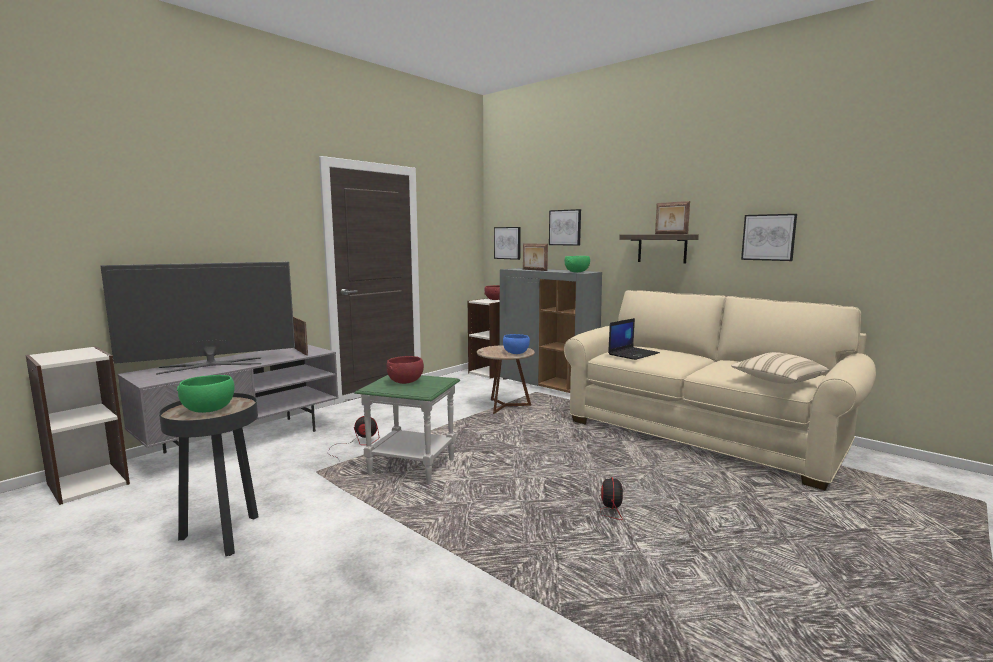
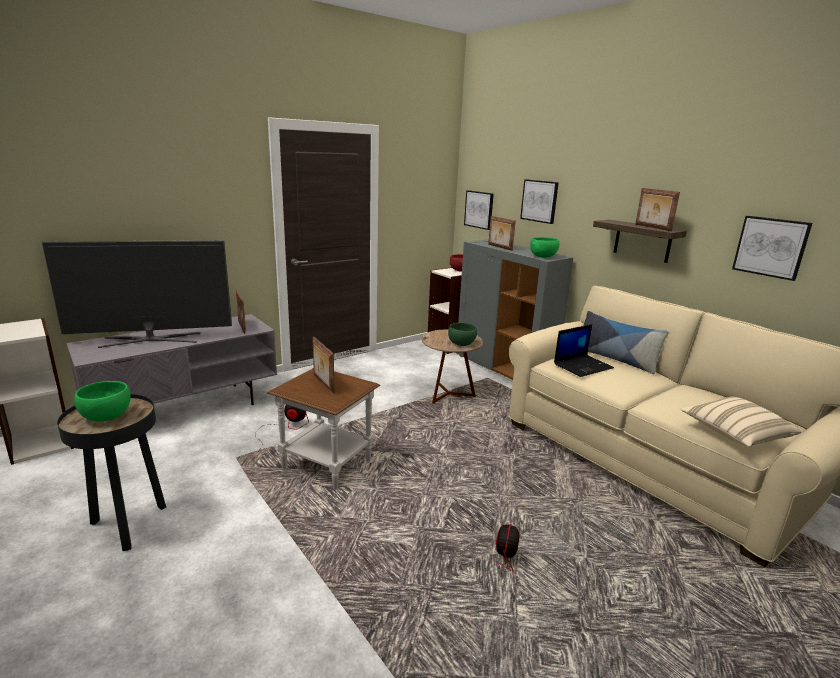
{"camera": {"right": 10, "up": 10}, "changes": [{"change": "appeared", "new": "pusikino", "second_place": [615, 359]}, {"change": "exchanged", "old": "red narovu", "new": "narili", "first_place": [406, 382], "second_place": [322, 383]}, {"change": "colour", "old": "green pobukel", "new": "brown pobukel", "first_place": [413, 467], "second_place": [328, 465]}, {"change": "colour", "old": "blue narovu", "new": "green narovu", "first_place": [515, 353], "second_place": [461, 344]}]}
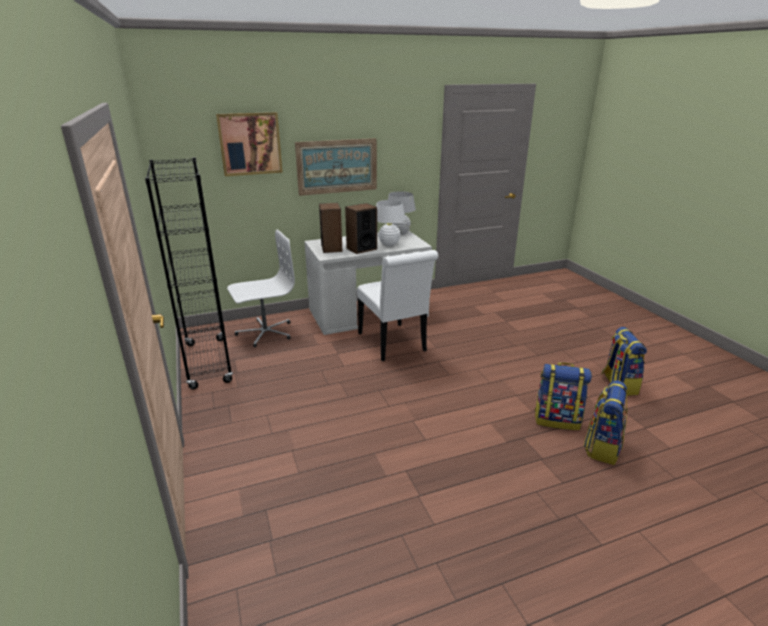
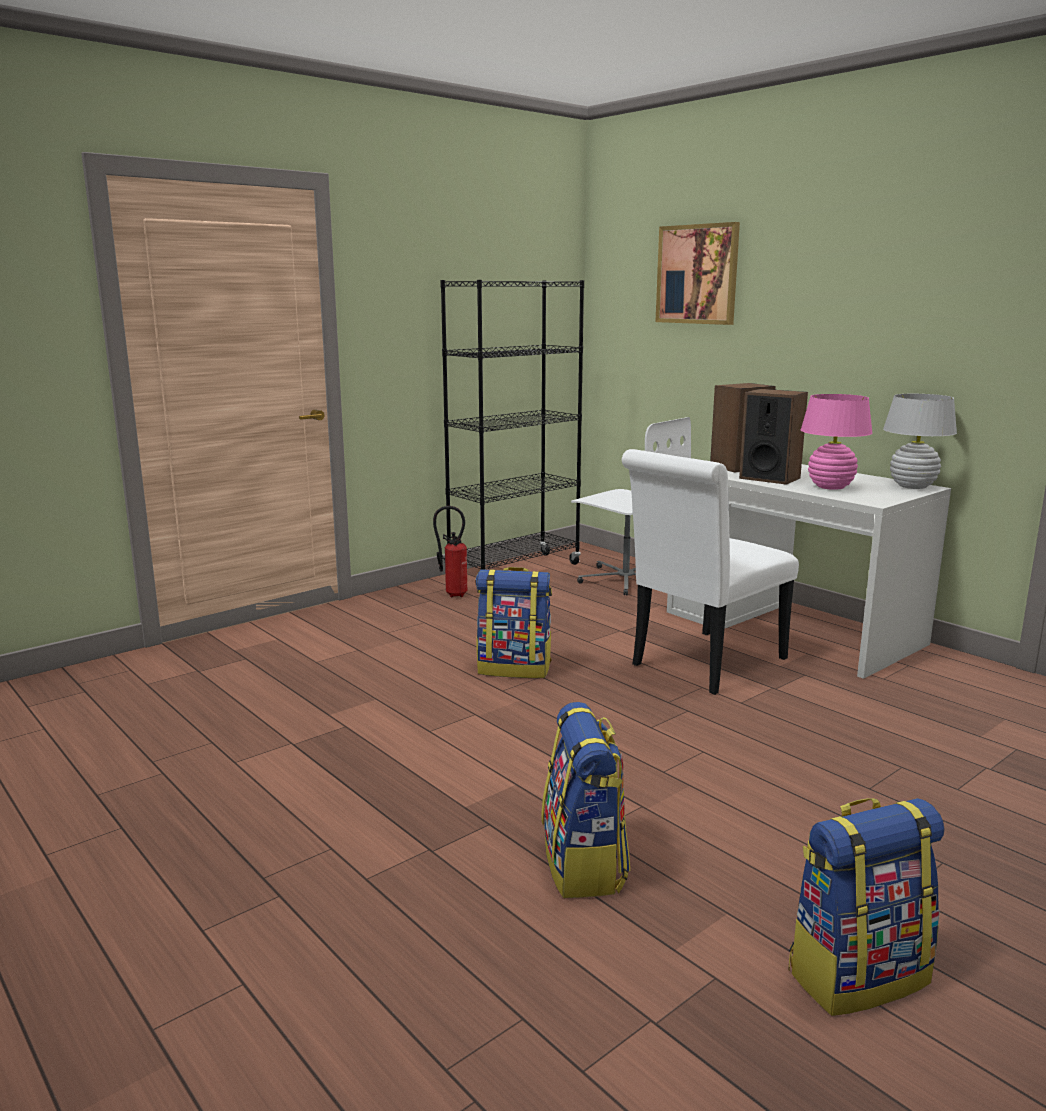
{"camera": {"right": 70, "up": -10}, "changes": [{"change": "missing", "old": "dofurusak", "first_place": [337, 166]}, {"change": "appeared", "new": "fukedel", "second_place": [452, 594]}, {"change": "relocated", "old": "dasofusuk", "first_place": [602, 447], "second_place": [515, 668]}, {"change": "colour", "old": "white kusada", "new": "pink kusada", "first_place": [389, 244], "second_place": [830, 487]}]}
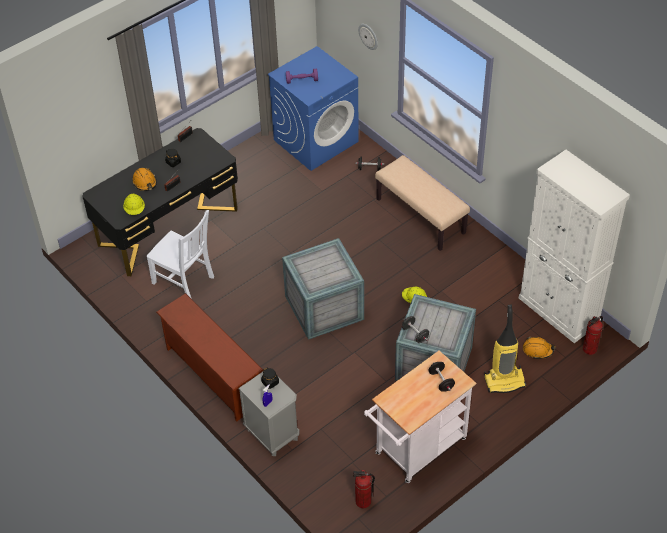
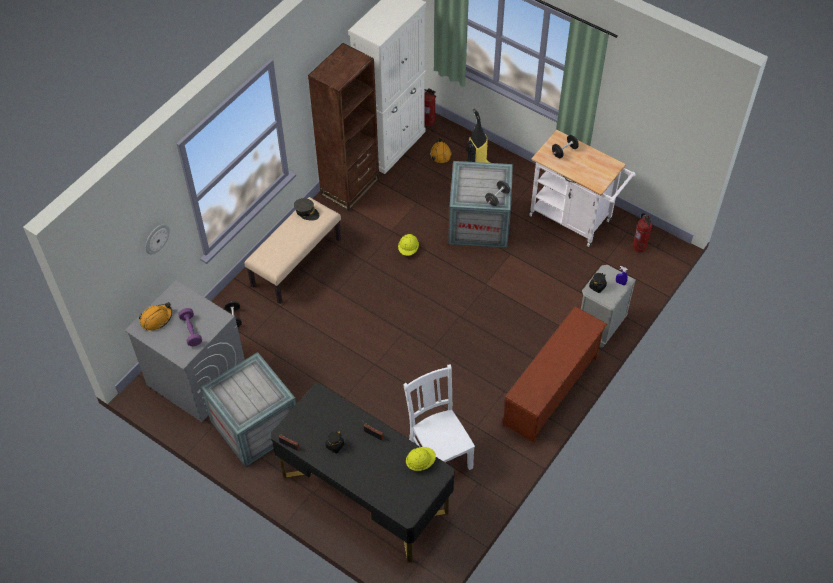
{"camera": {"right": -105, "up": 5}, "changes": [{"change": "appeared", "new": "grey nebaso", "second_place": [306, 212]}, {"change": "appeared", "new": "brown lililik", "second_place": [350, 187]}, {"change": "relocated", "old": "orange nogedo", "first_place": [145, 182], "second_place": [156, 319]}, {"change": "relocated", "old": "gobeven", "first_place": [323, 308], "second_place": [256, 426]}, {"change": "colour", "old": "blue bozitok", "new": "grey bozitok", "first_place": [316, 140], "second_place": [196, 379]}, {"change": "spun", "old": "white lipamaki", "first_place": [184, 281], "second_place": [439, 453], "degrees": -45}]}
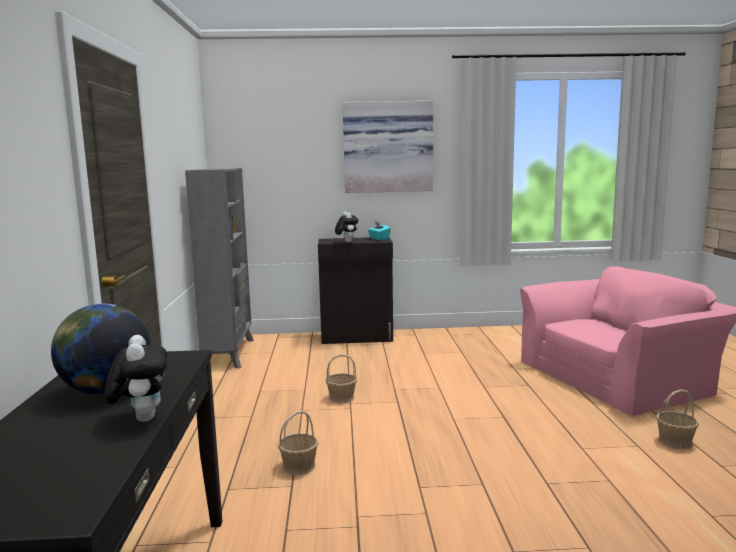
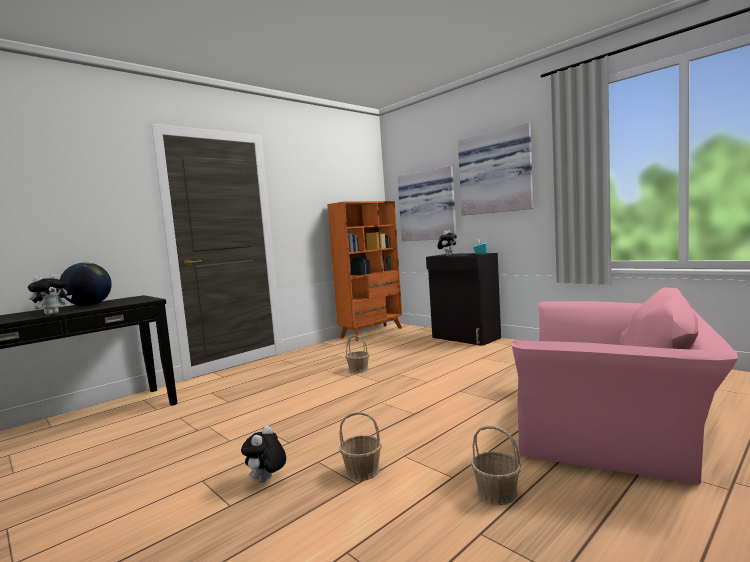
{"camera": {"right": 50, "up": -5}, "changes": [{"change": "appeared", "new": "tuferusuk", "second_place": [266, 481]}, {"change": "appeared", "new": "dofurusak", "second_place": [428, 205]}, {"change": "relocated", "old": "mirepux", "first_place": [299, 466], "second_place": [362, 471]}, {"change": "colour", "old": "grey lililik", "new": "orange lililik", "first_place": [229, 353], "second_place": [372, 332]}]}
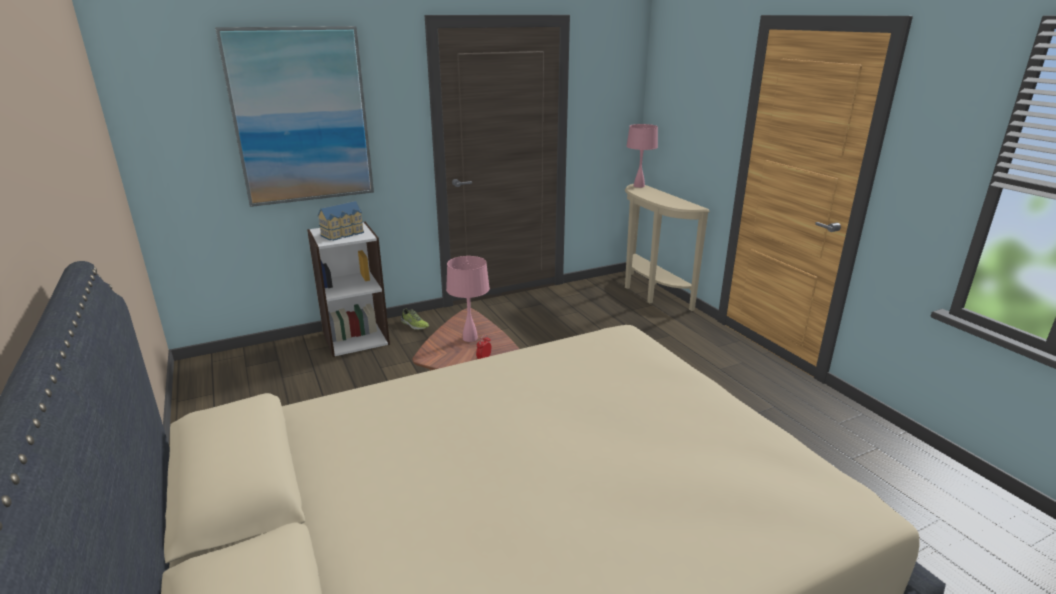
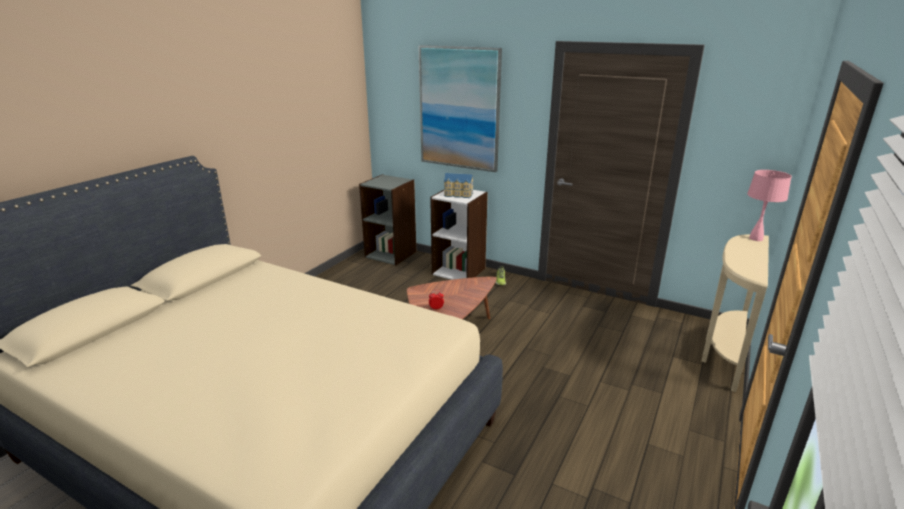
{"camera": {"right": 55, "up": 0}, "changes": [{"change": "missing", "old": "pink kusada", "first_place": [470, 338]}, {"change": "appeared", "new": "grey lililik", "second_place": [391, 254]}]}
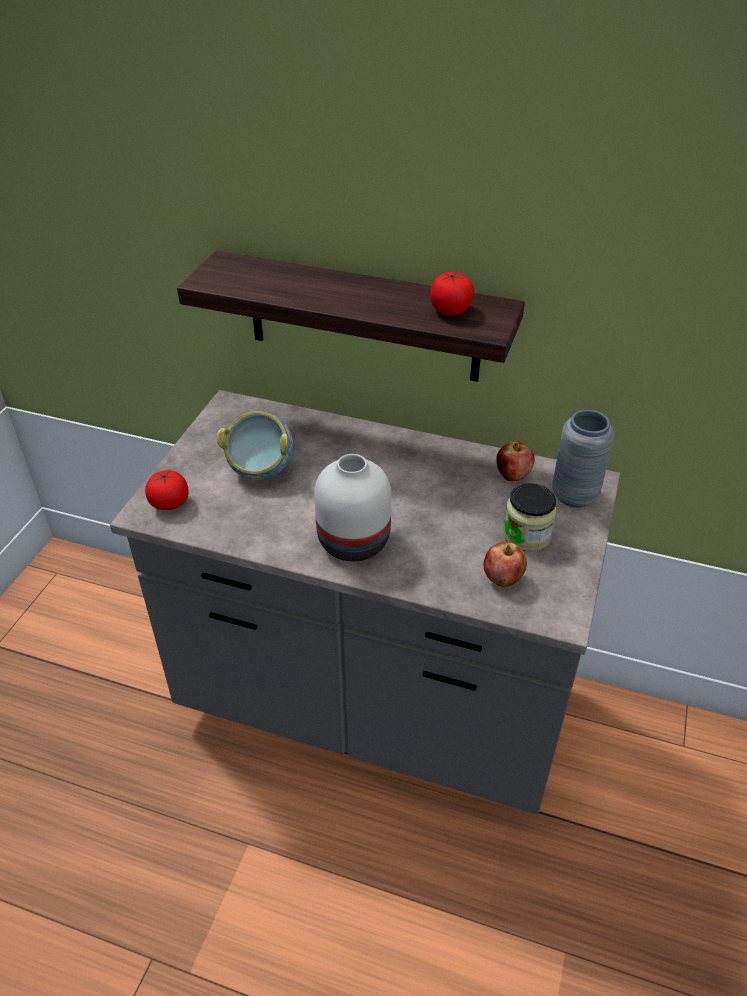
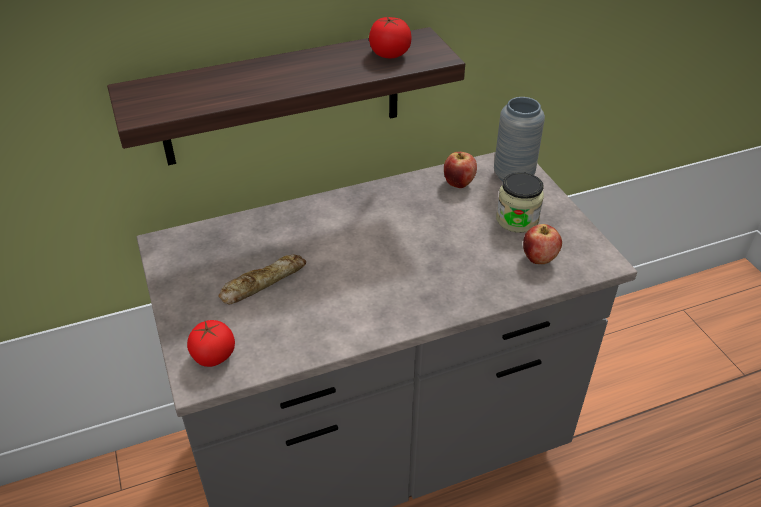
{"camera": {"right": -40, "up": 0}, "changes": [{"change": "missing", "old": "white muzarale", "first_place": [354, 540]}, {"change": "exchanged", "old": "narovu", "new": "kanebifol", "first_place": [260, 470], "second_place": [262, 283]}]}
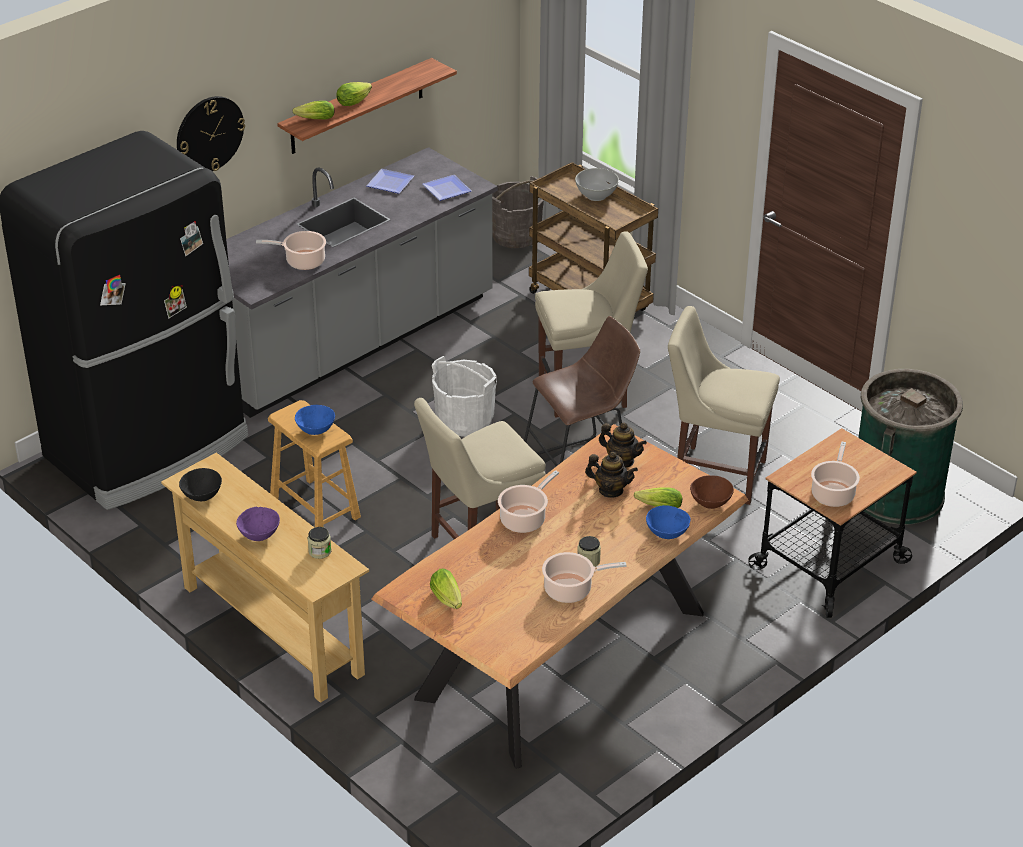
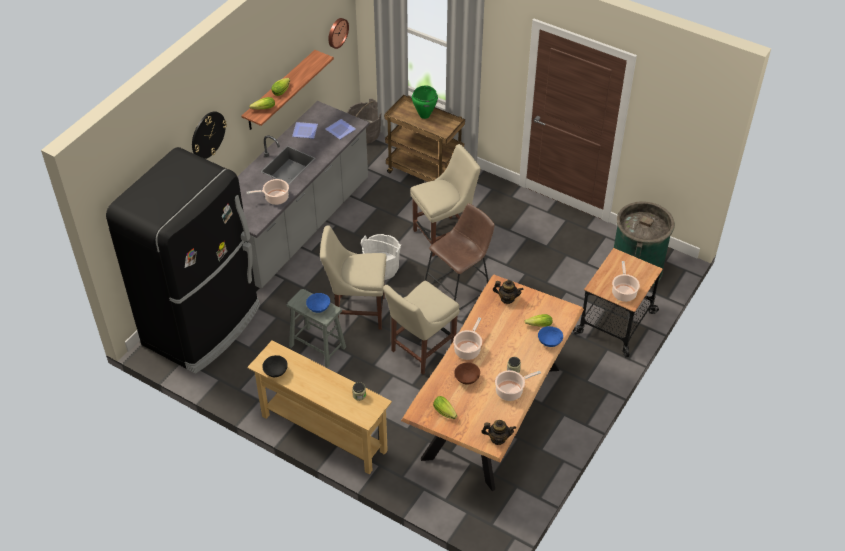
{"camera": {"right": -15, "up": 10}, "changes": [{"change": "missing", "old": "purple narovu", "first_place": [260, 535]}, {"change": "appeared", "new": "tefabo", "second_place": [337, 32]}, {"change": "relocated", "old": "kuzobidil", "first_place": [610, 490], "second_place": [498, 438]}, {"change": "relocated", "old": "beige lipamaki", "first_place": [714, 473], "second_place": [357, 311]}, {"change": "relocated", "old": "brown narovu", "first_place": [710, 503], "second_place": [466, 379]}, {"change": "exchanged", "old": "white narovu", "new": "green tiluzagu", "first_place": [596, 196], "second_place": [424, 115]}, {"change": "colour", "old": "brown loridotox", "new": "grey loridotox", "first_place": [314, 509], "second_place": [317, 347]}]}
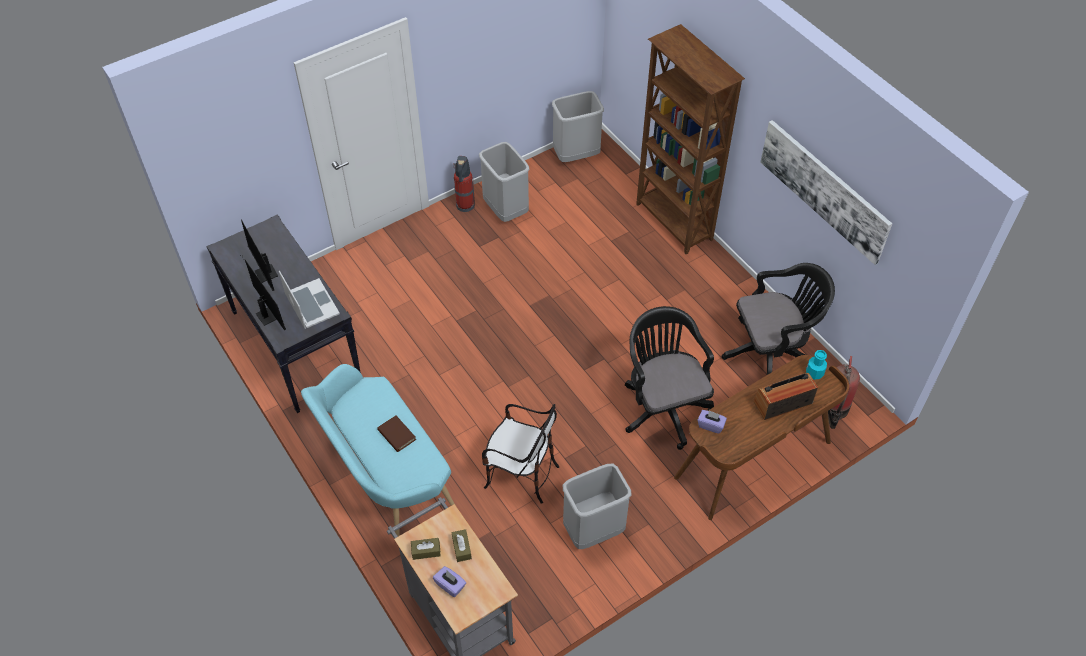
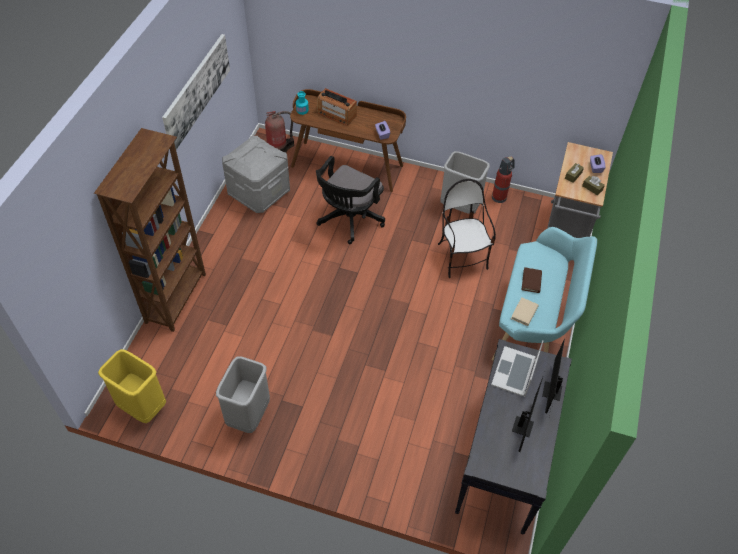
{"camera": {"right": -130, "up": 0}, "changes": [{"change": "appeared", "new": "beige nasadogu", "second_place": [524, 313]}, {"change": "relocated", "old": "fukedel", "first_place": [465, 206], "second_place": [499, 197]}, {"change": "exchanged", "old": "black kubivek", "new": "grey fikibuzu", "first_place": [771, 352], "second_place": [259, 192]}, {"change": "colour", "old": "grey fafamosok", "new": "yellow fafamosok", "first_place": [576, 156], "second_place": [143, 406]}]}
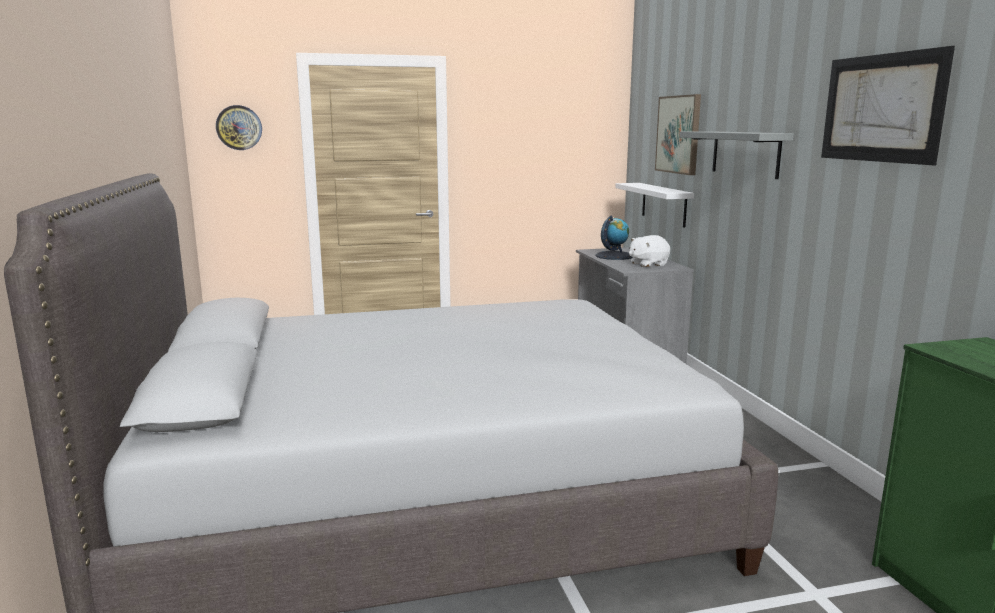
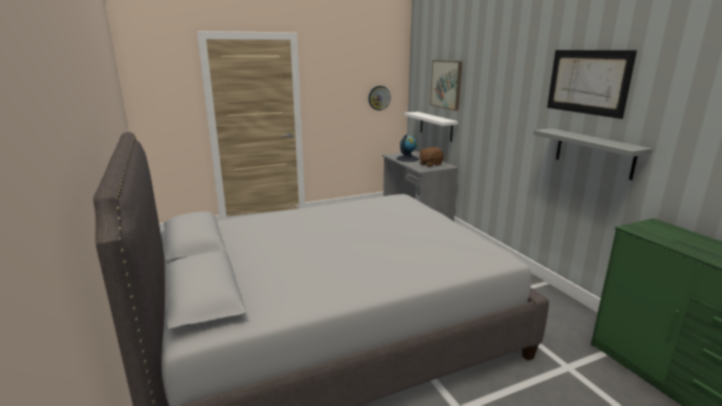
{"camera": {"right": -10, "up": 5}, "changes": [{"change": "relocated", "old": "tefabo", "first_place": [239, 127], "second_place": [379, 98]}, {"change": "relocated", "old": "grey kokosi", "first_place": [745, 153], "second_place": [594, 153]}, {"change": "colour", "old": "white tuferusuk", "new": "brown tuferusuk", "first_place": [647, 264], "second_place": [430, 164]}]}
